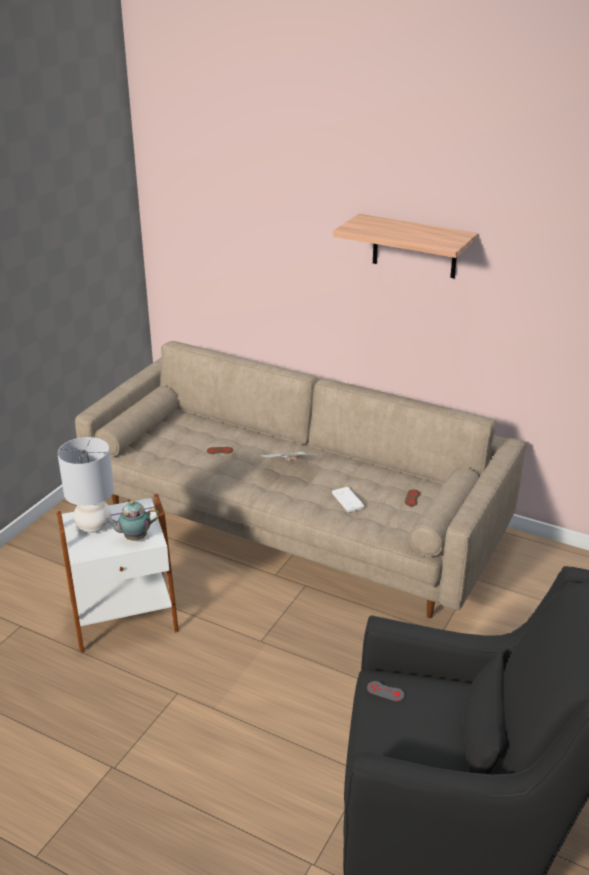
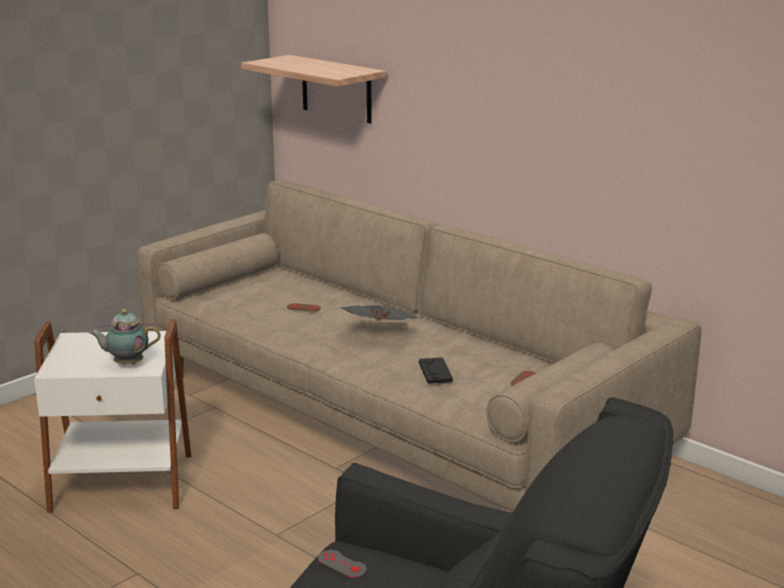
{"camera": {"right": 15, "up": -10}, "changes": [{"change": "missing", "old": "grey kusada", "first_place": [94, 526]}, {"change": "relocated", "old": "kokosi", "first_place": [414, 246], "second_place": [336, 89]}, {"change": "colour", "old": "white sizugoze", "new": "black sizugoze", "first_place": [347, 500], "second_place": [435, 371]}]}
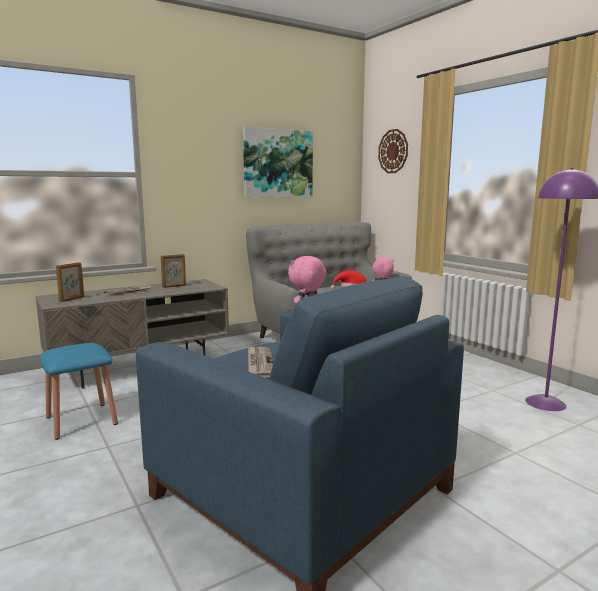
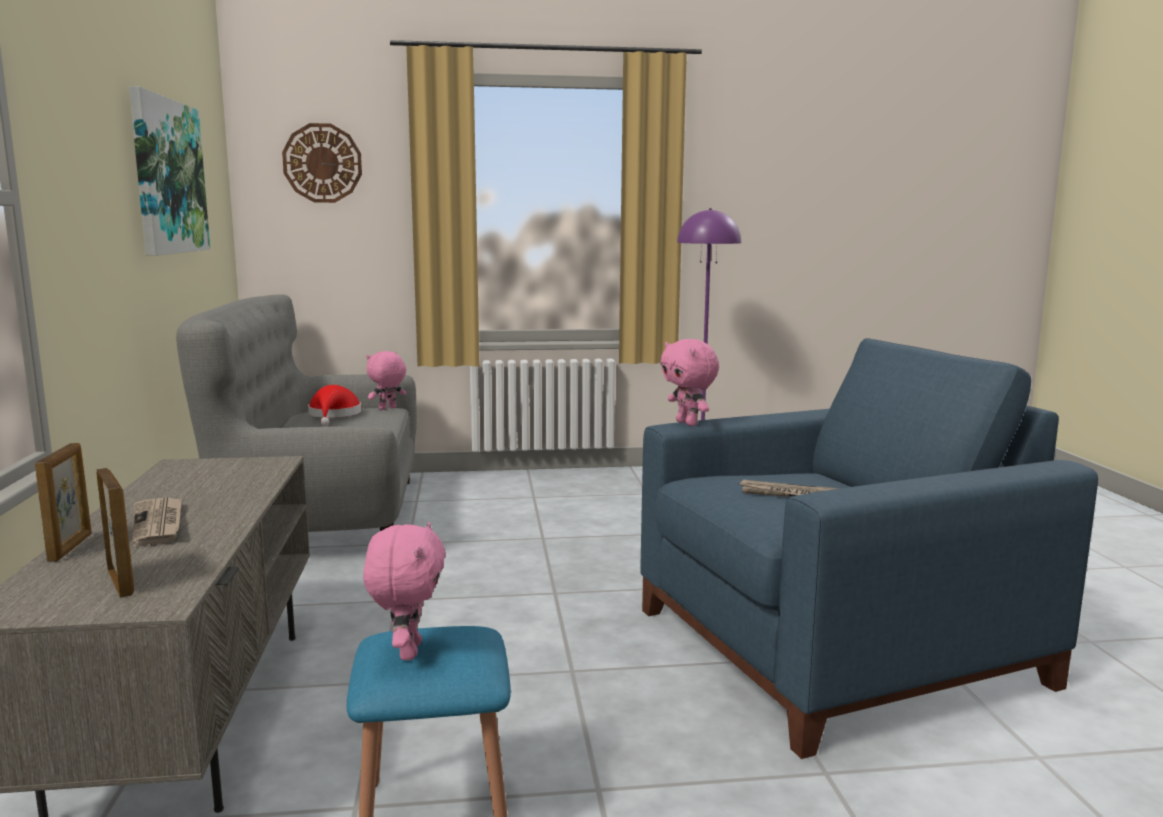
{"camera": {"right": -65, "up": 0}, "changes": [{"change": "appeared", "new": "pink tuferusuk", "second_place": [407, 651]}, {"change": "relocated", "old": "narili", "first_place": [174, 286], "second_place": [71, 547]}]}
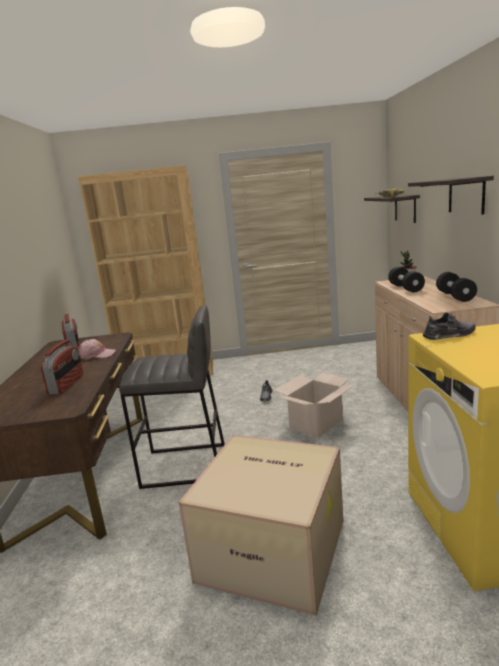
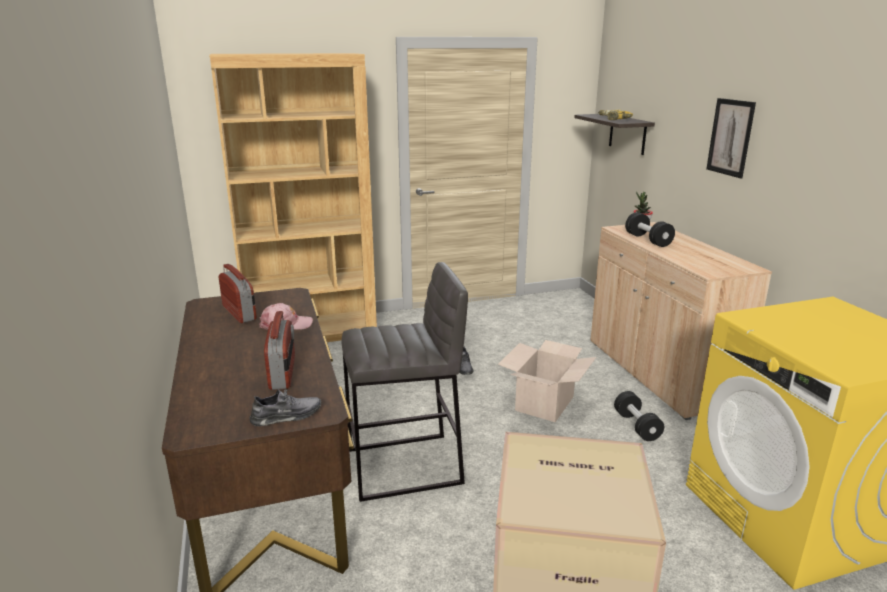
{"camera": {"right": -15, "up": 5}, "changes": [{"change": "relocated", "old": "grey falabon", "first_place": [449, 335], "second_place": [286, 416]}, {"change": "relocated", "old": "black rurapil", "first_place": [455, 296], "second_place": [636, 426]}, {"change": "exchanged", "old": "kokosi", "new": "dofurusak", "first_place": [466, 195], "second_place": [730, 137]}]}
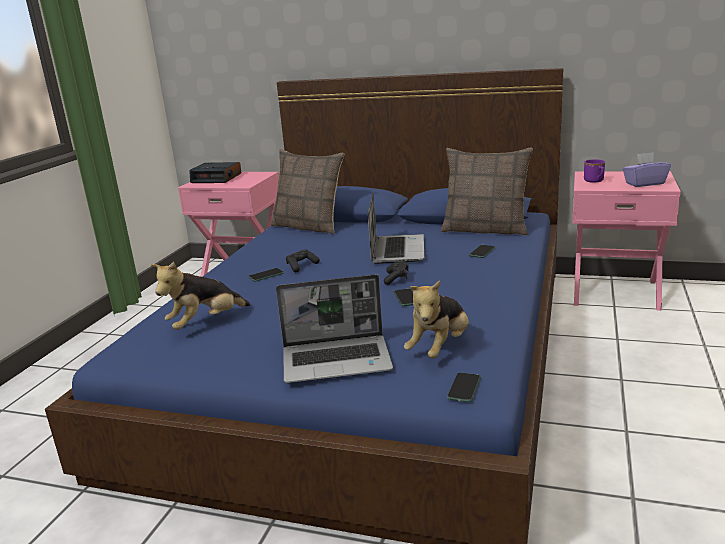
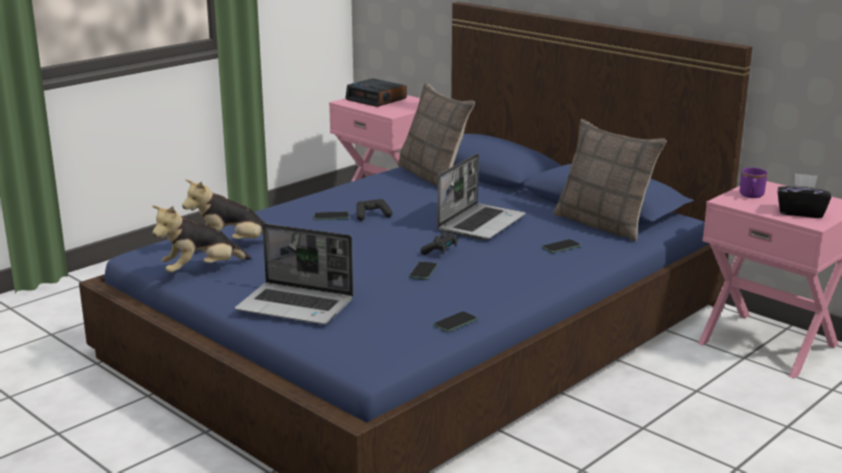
{"camera": {"right": 25, "up": 0}, "changes": [{"change": "relocated", "old": "tuferusuk", "first_place": [440, 348], "second_place": [201, 271]}, {"change": "relocated", "old": "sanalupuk", "first_place": [464, 388], "second_place": [455, 323]}, {"change": "colour", "old": "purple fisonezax", "new": "black fisonezax", "first_place": [644, 183], "second_place": [801, 212]}]}
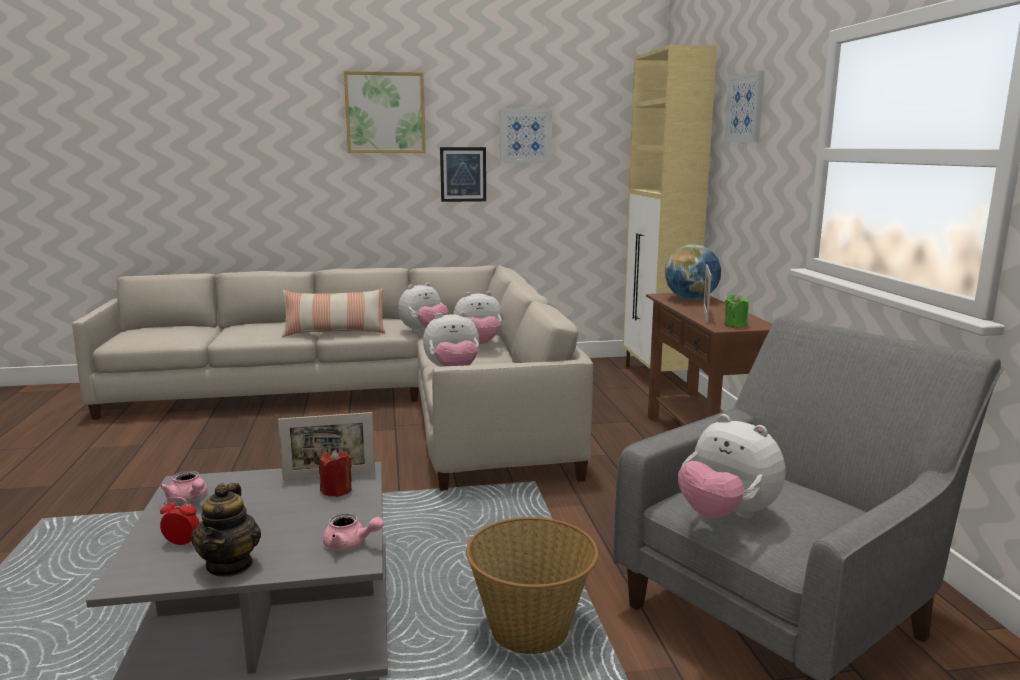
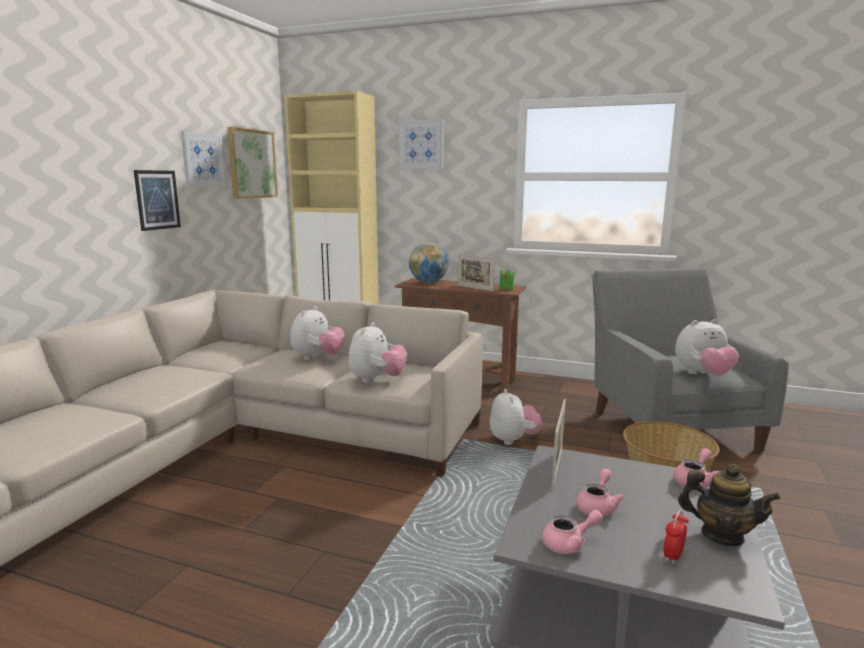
{"camera": {"right": -60, "up": 0}, "changes": [{"change": "missing", "old": "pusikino", "first_place": [335, 332]}, {"change": "missing", "old": "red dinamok", "first_place": [336, 490]}, {"change": "appeared", "new": "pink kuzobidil", "second_place": [597, 506]}, {"change": "relocated", "old": "dofurusak", "first_place": [385, 113], "second_place": [252, 164]}, {"change": "relocated", "old": "tuferusuk", "first_place": [424, 332], "second_place": [513, 440]}]}
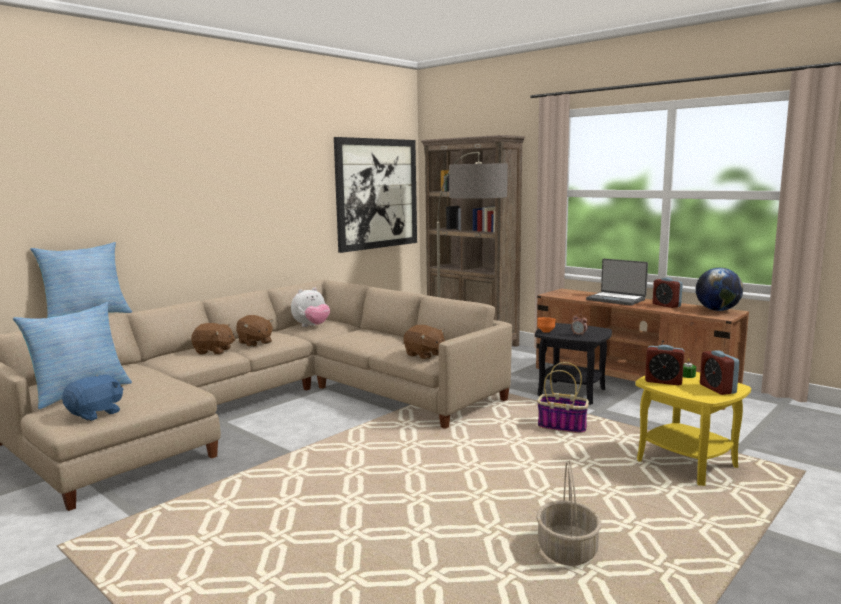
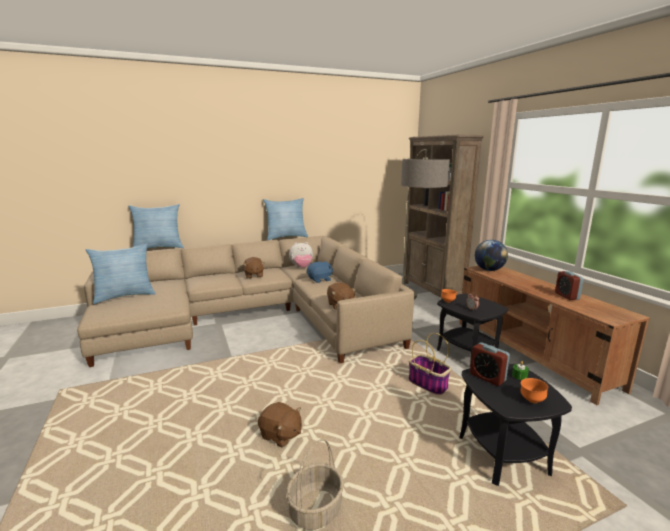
{"camera": {"right": 25, "up": 5}, "changes": [{"change": "missing", "old": "dofurusak", "first_place": [377, 193]}, {"change": "missing", "old": "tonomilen", "first_place": [616, 299]}, {"change": "appeared", "new": "pusikino", "second_place": [286, 237]}, {"change": "relocated", "old": "blue tuferusuk", "first_place": [96, 414], "second_place": [320, 280]}, {"change": "relocated", "old": "brown tuferusuk", "first_place": [214, 351], "second_place": [280, 435]}, {"change": "relocated", "old": "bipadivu", "first_place": [717, 310], "second_place": [489, 270]}, {"change": "exchanged", "old": "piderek", "new": "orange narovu", "first_place": [717, 389], "second_place": [531, 400]}, {"change": "colour", "old": "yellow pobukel", "new": "black pobukel", "first_place": [686, 464], "second_place": [503, 455]}]}
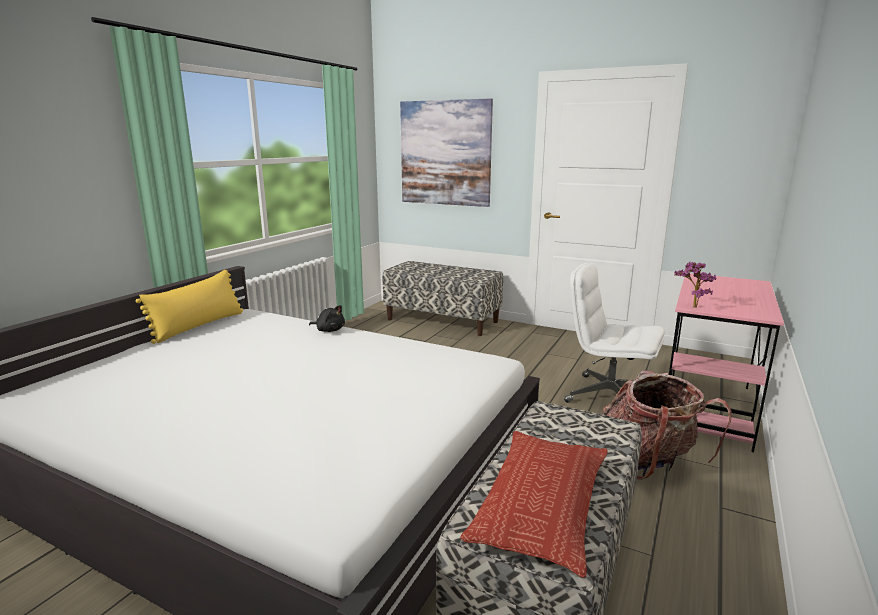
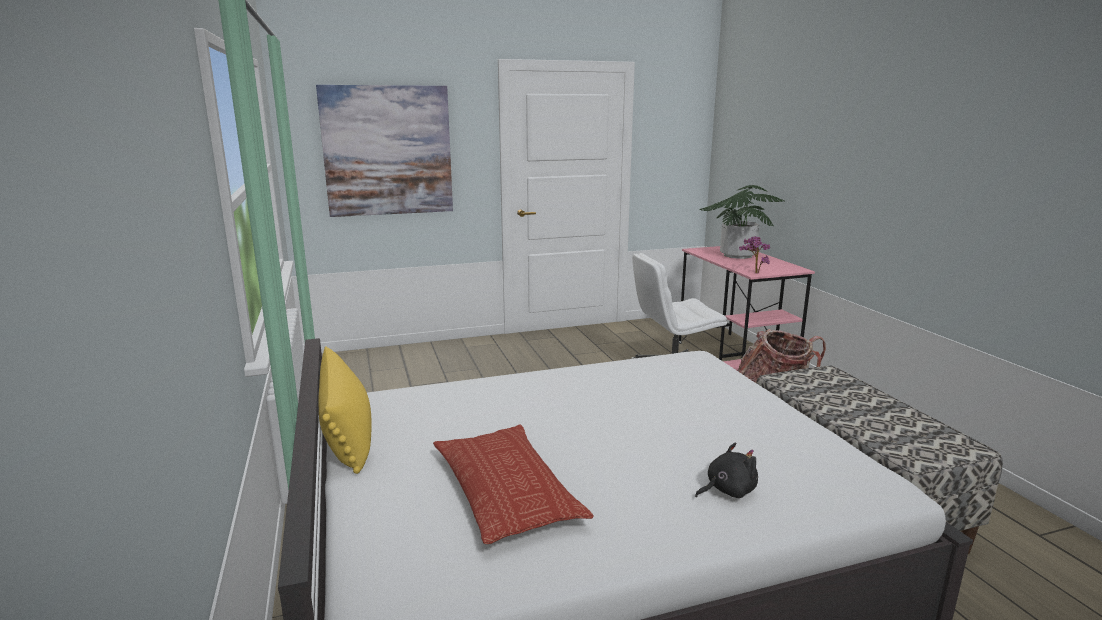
{"camera": {"right": -45, "up": 0}, "changes": [{"change": "missing", "old": "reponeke", "first_place": [442, 320]}, {"change": "appeared", "new": "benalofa", "second_place": [737, 255]}, {"change": "relocated", "old": "black tuferusuk", "first_place": [329, 330], "second_place": [727, 490]}, {"change": "relocated", "old": "pusikino", "first_place": [542, 504], "second_place": [505, 490]}]}
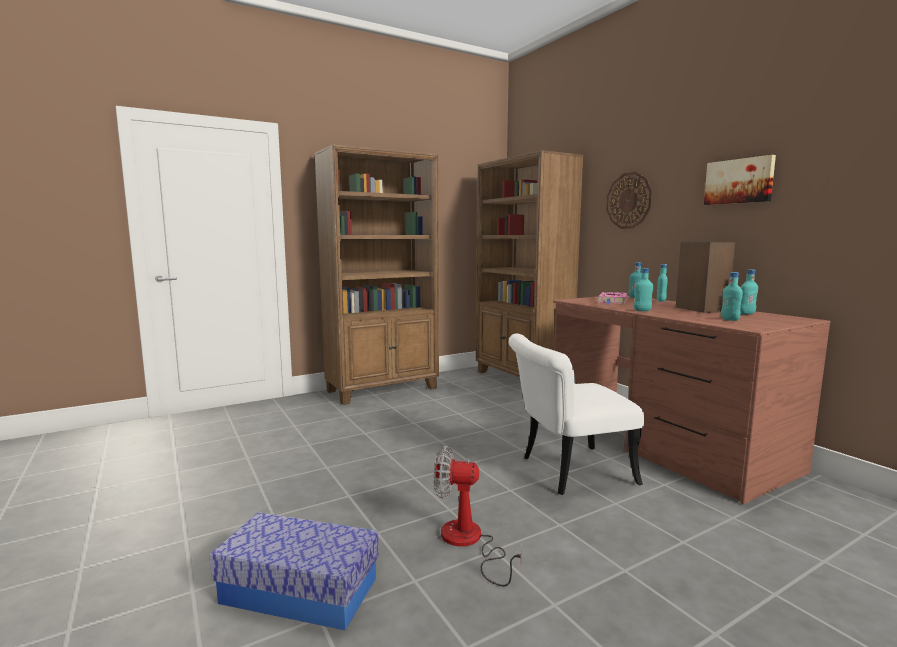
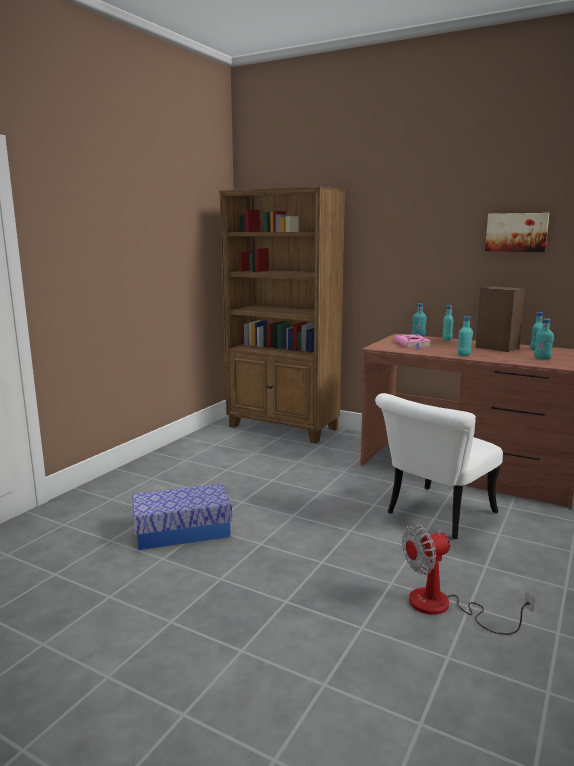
{"camera": {"right": -30, "up": 5}, "changes": [{"change": "missing", "old": "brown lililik", "first_place": [383, 390]}, {"change": "missing", "old": "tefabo", "first_place": [629, 200]}, {"change": "relocated", "old": "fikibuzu", "first_place": [299, 590], "second_place": [182, 531]}]}
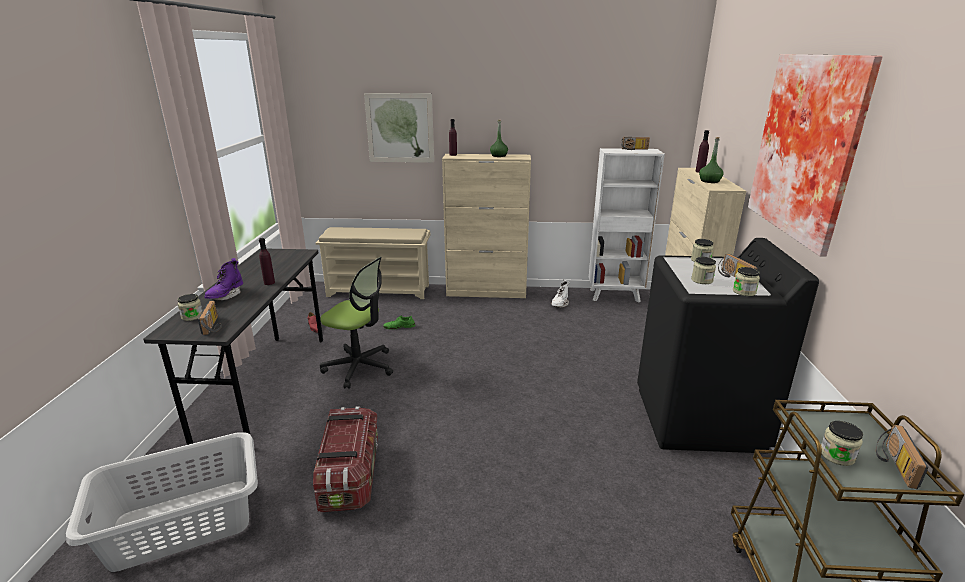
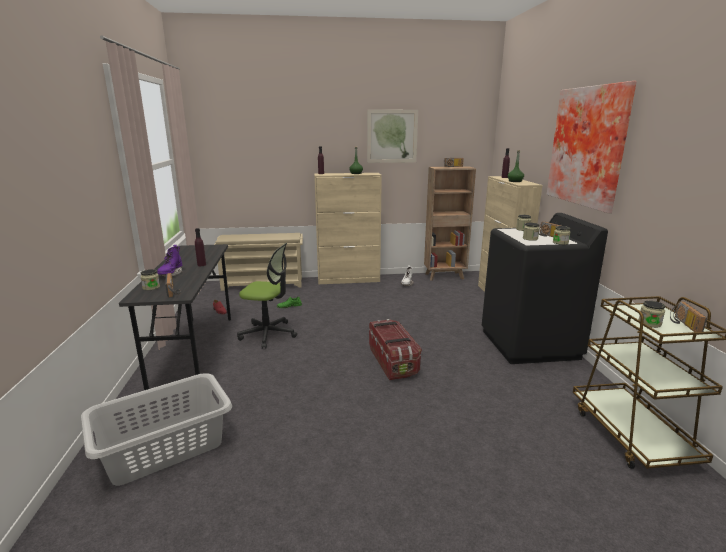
{"camera": {"right": -10, "up": -5}, "changes": [{"change": "relocated", "old": "fikibuzu", "first_place": [350, 474], "second_place": [393, 361]}, {"change": "relocated", "old": "dofurusak", "first_place": [400, 128], "second_place": [392, 136]}, {"change": "colour", "old": "white lililik", "new": "brown lililik", "first_place": [615, 296], "second_place": [445, 276]}]}
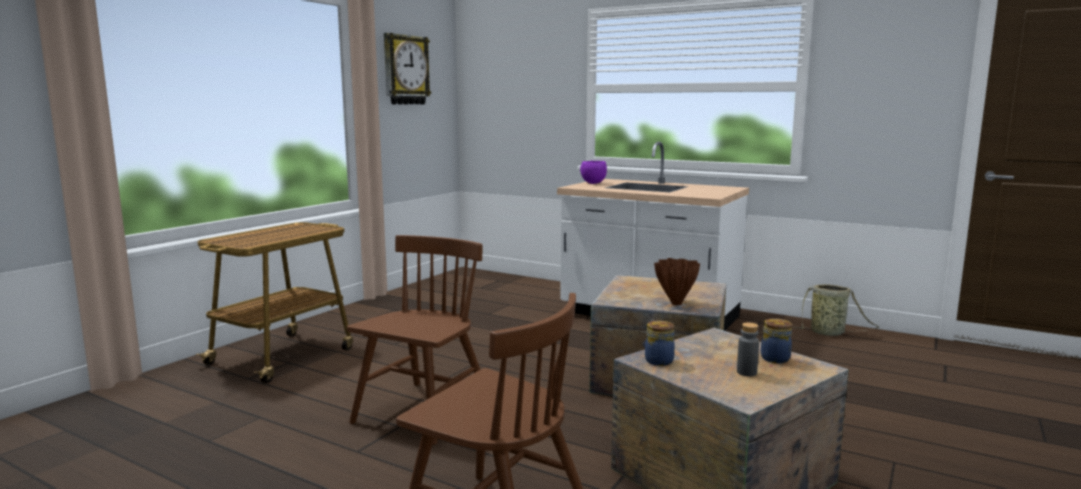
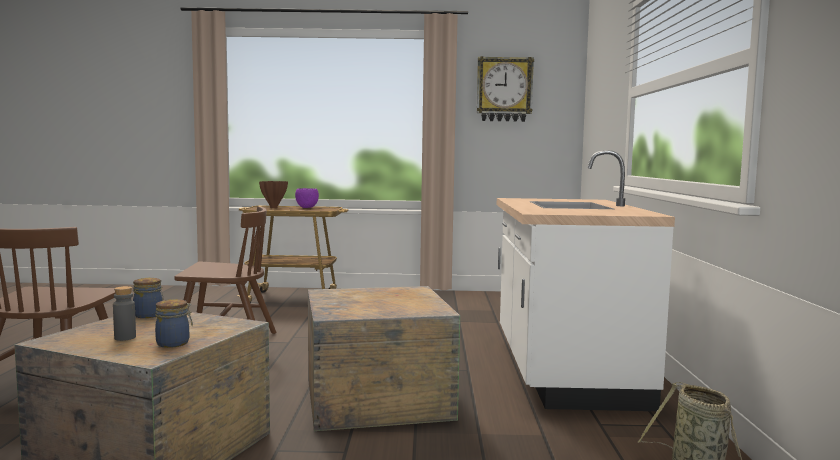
{"camera": {"right": 60, "up": -5}, "changes": [{"change": "relocated", "old": "purple narovu", "first_place": [593, 183], "second_place": [307, 208]}, {"change": "relocated", "old": "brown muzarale", "first_place": [676, 303], "second_place": [274, 208]}]}
